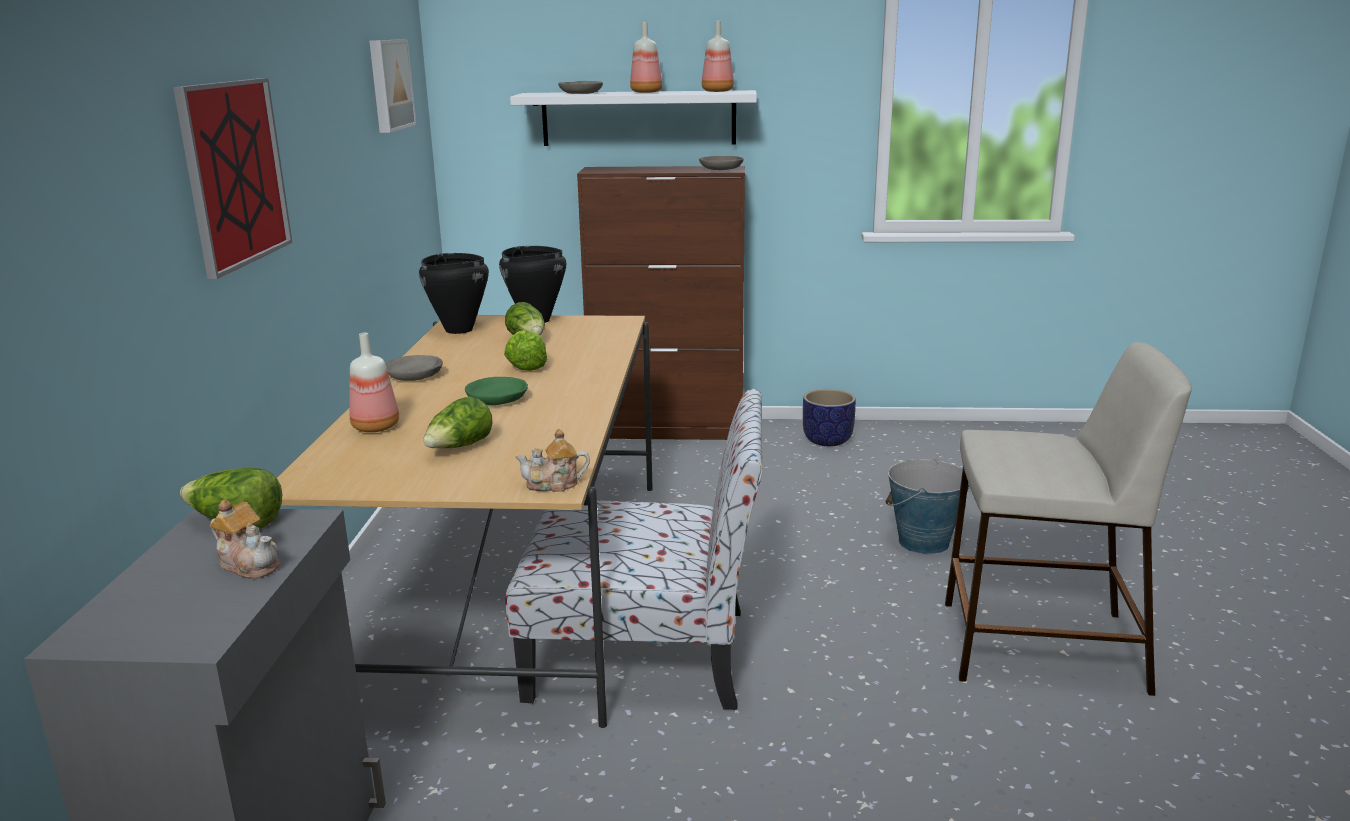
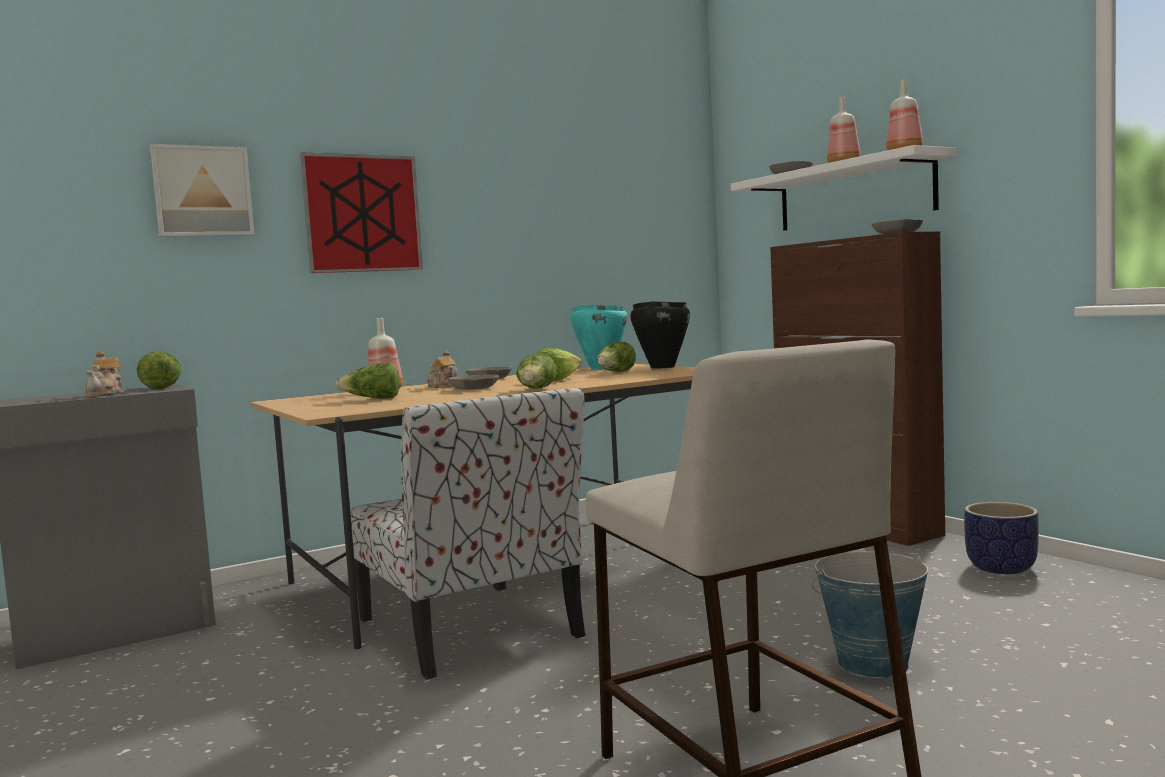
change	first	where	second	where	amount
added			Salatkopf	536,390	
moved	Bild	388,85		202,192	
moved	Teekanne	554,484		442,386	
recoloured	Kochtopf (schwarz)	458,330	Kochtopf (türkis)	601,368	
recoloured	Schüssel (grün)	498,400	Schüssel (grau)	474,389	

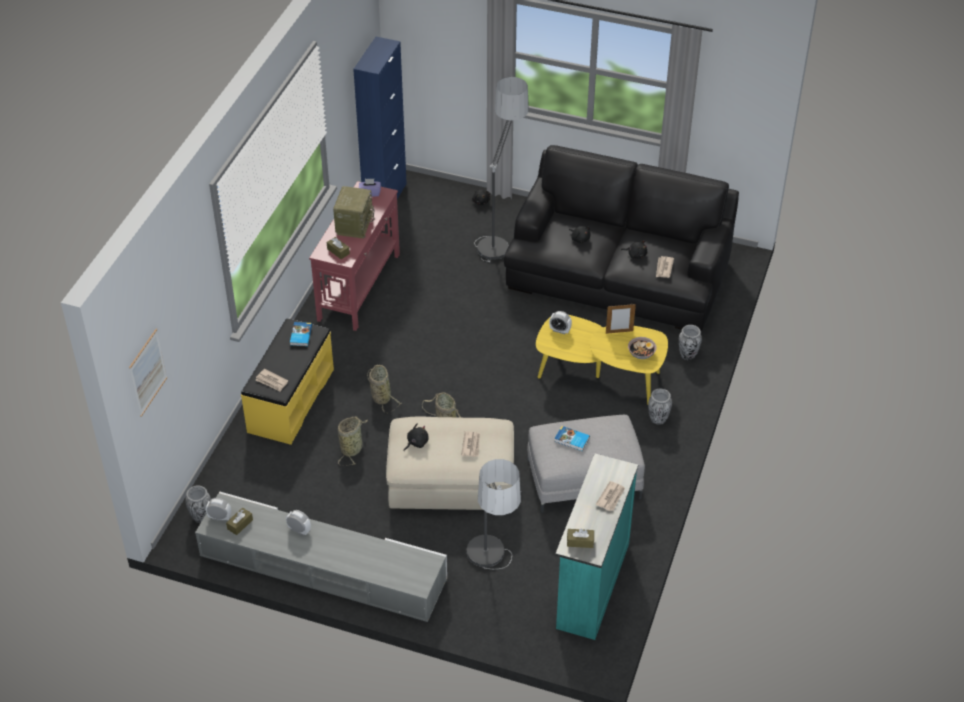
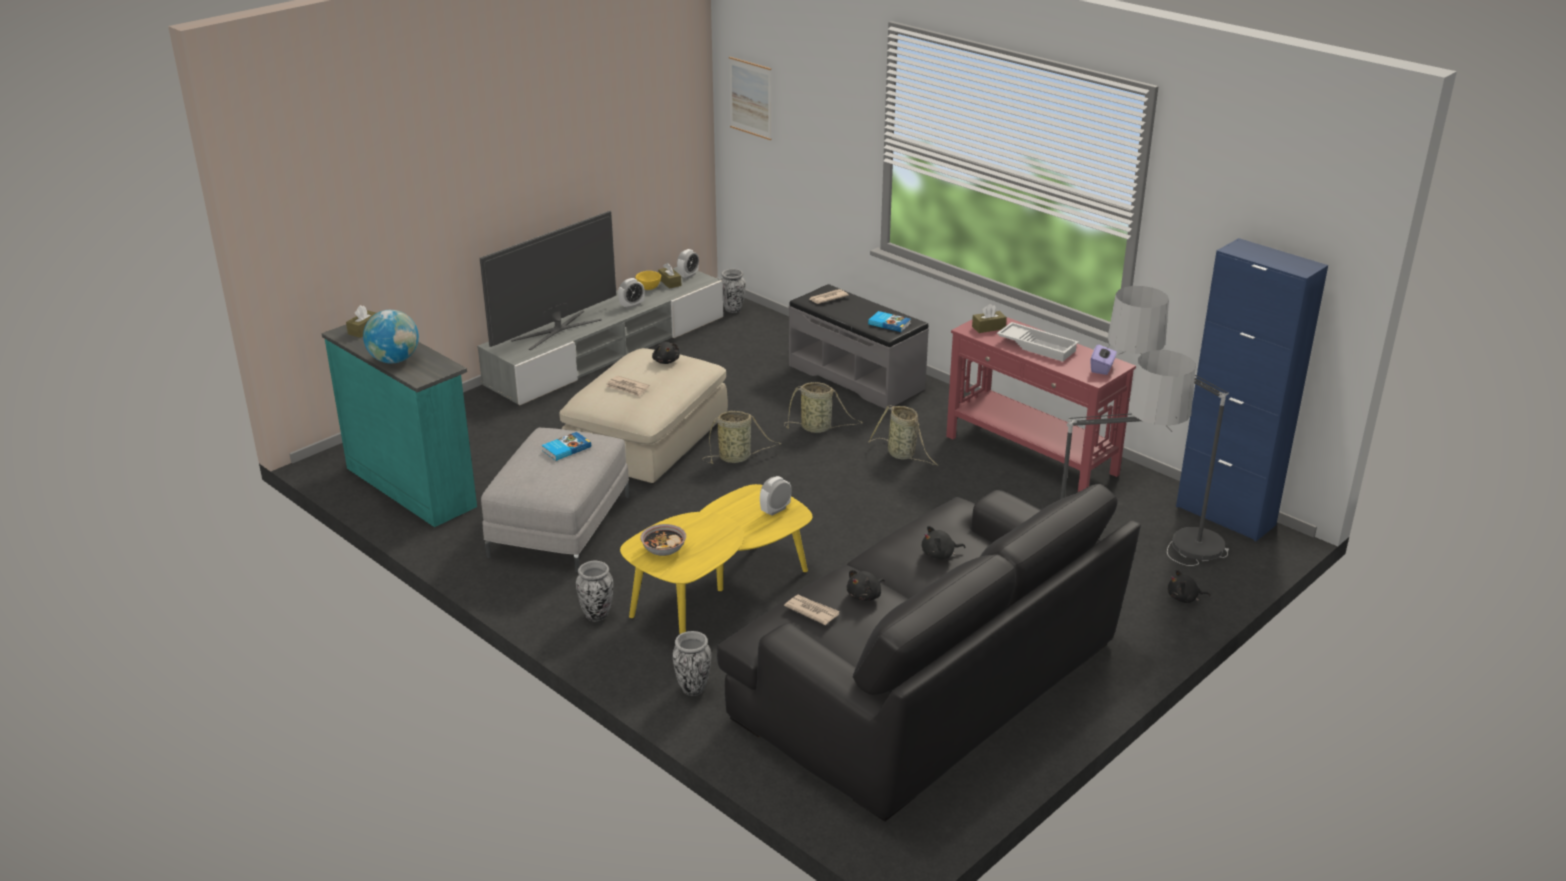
change	first	where	second	where	amount
removed	Bilderrahmen	619,332			
added			Fernseher	556,330	
added			Schüssel (gelb)	649,288	
moved	Korb	352,448		903,455	
moved	Stehlampe	492,577		1155,543	
replaced	Radio	354,224	Tablett (weiß)	1038,346	
replaced	Zeitung	611,497	Globus	394,360	
recoloured	Bank (gelb)	290,400	Bank (grau)	856,377	

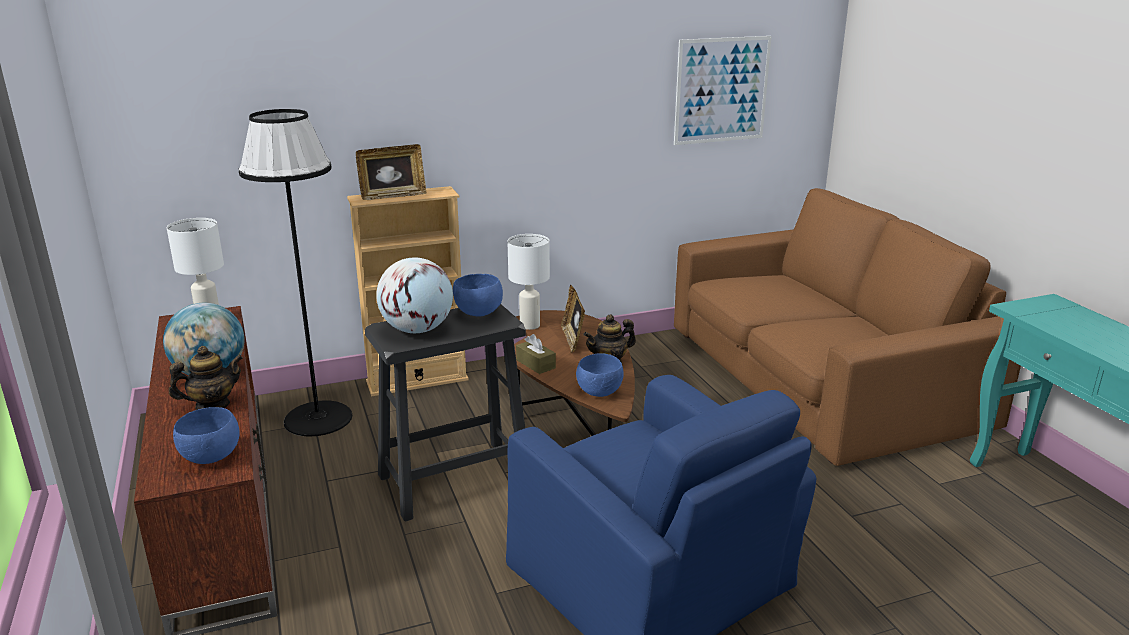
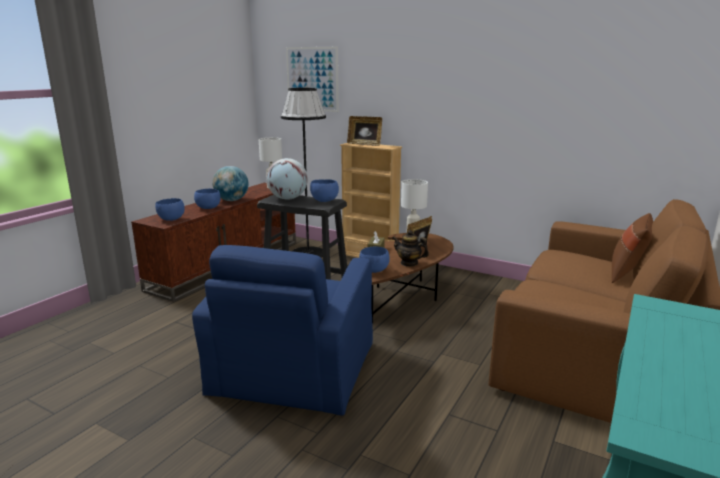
change	first	where	second	where	amount
added			Kissen (braun)	627,274	
moved	Bild	721,90		312,79	
replaced	Teekanne	212,405	Schüssel (blau)	208,208	

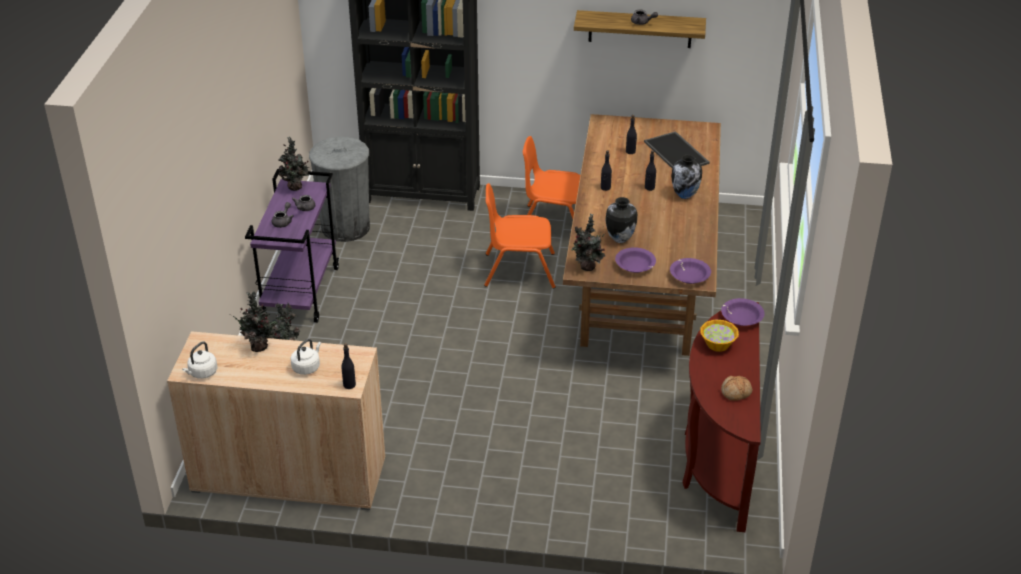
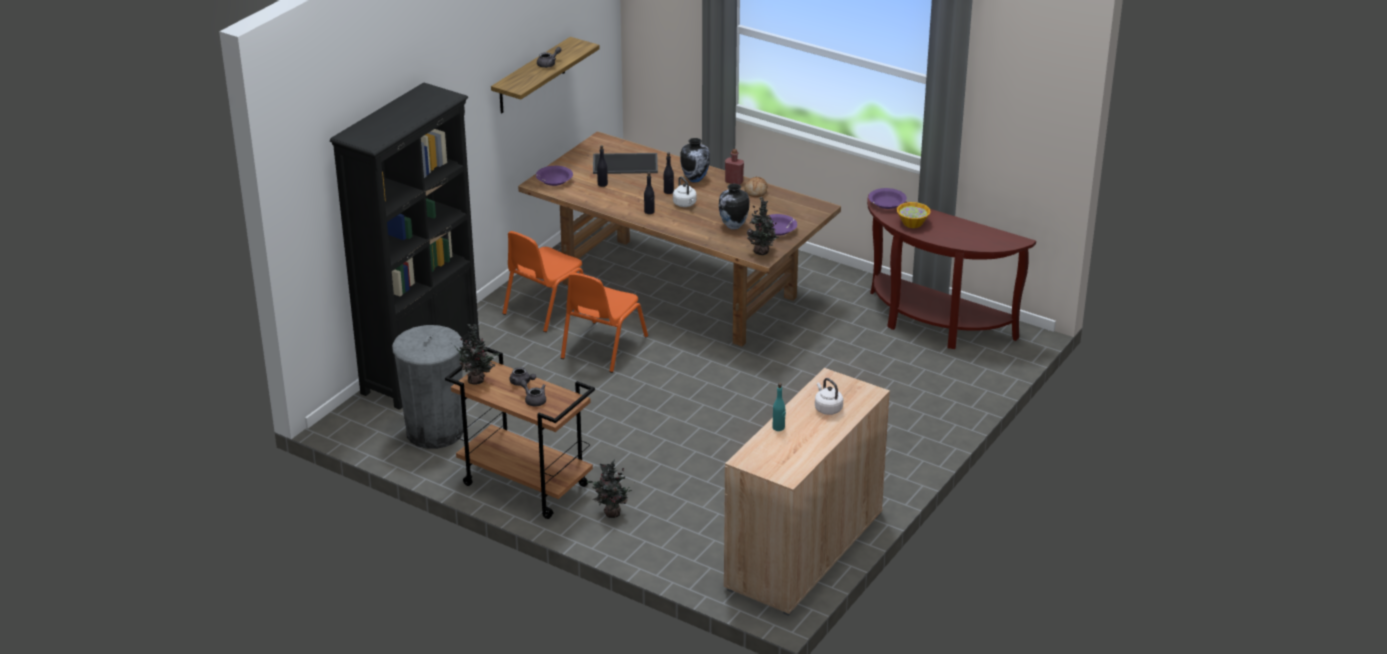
change	first	where	second	where	amount
removed	Flasche (schwarz)	349,385			
added			Flasche (rot)	734,182	
moved	Wasserkessel (weiß)	202,373		685,204	
moved	Schüssel (lila)	689,276		554,180	
moved	Brot	736,393		756,191	
replaced	Topfpflanze	261,346	Flasche (türkis)	778,427	
recoloured	Rollwagen (lila)	300,292	Rollwagen (braun)	524,485	

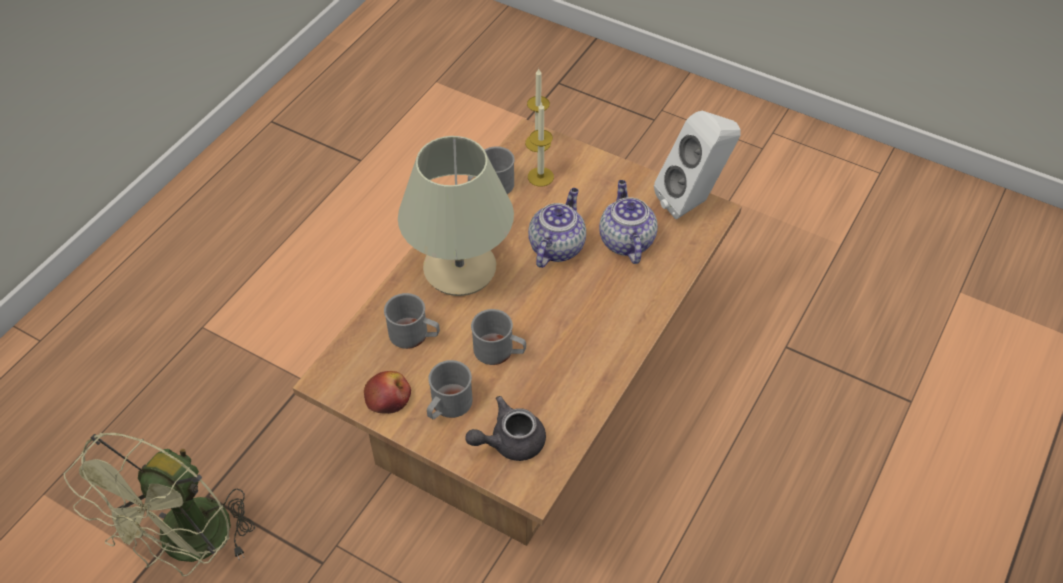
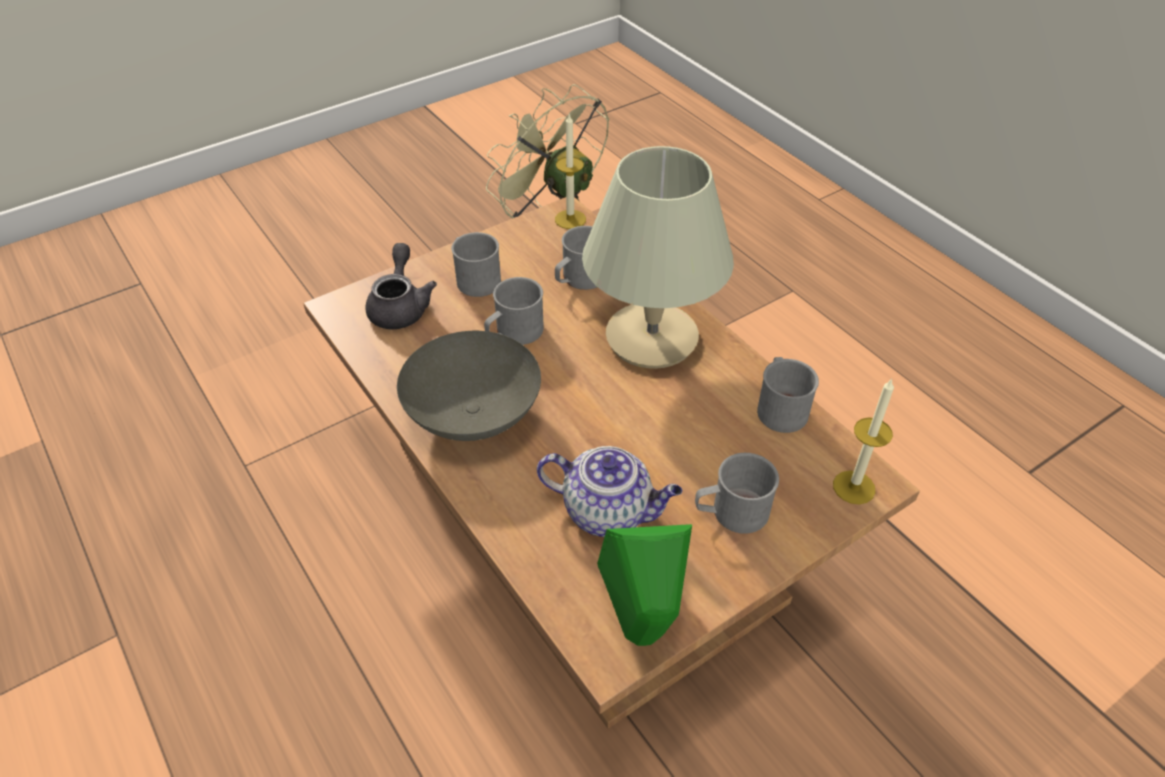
change	first	where	second	where	amount
removed	Apfel	388,397			
removed	Teekanne	556,246			
added			Schüssel (grau)	472,414	
added			Henkelbecher (grau)	731,512	
moved	Kerze	540,176		570,219	
recoloured	Lautsprecher (weiß)	693,202	Lautsprecher (grün)	641,634	

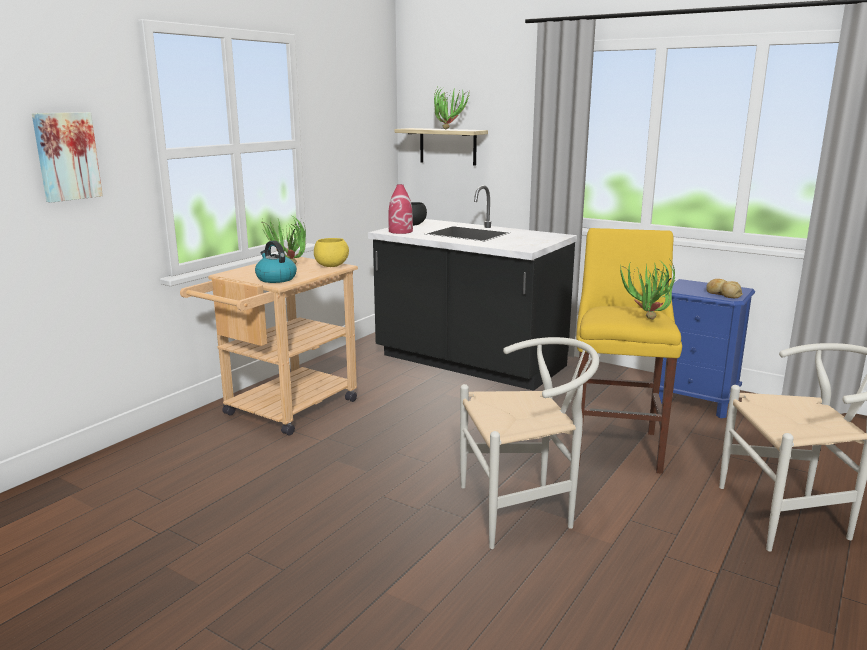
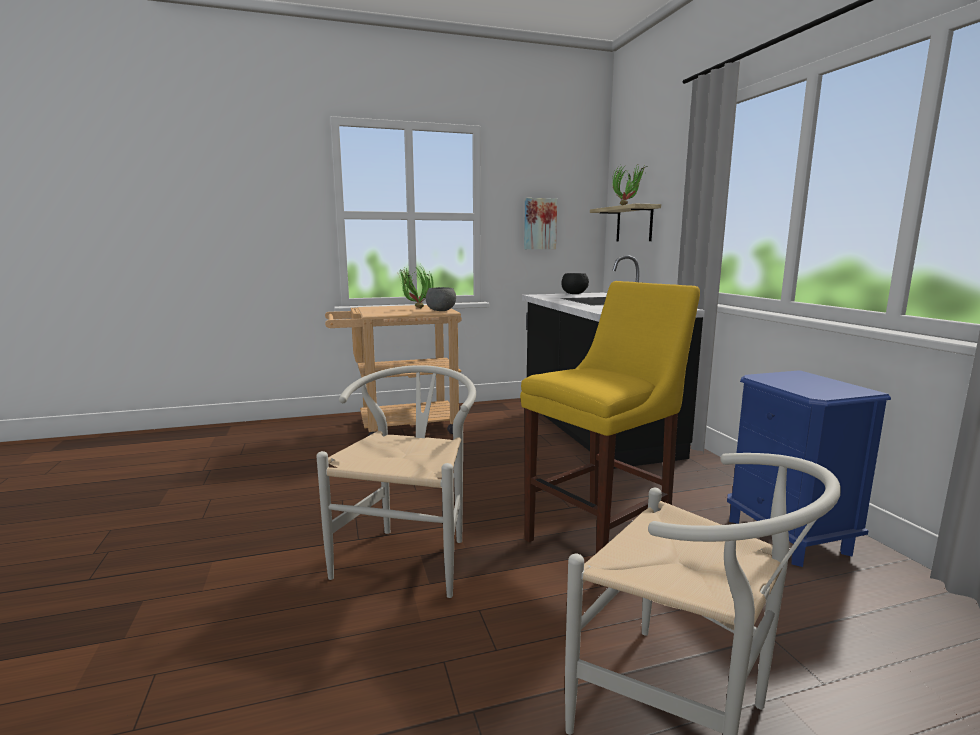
change	first	where	second	where	amount
removed	Wasserkessel	275,279			
removed	Vase (rot)	401,231			
removed	Topfpflanze	647,321			
removed	Brot	723,294			
moved	Bild	66,156		539,224	
recoloured	Schüssel (gelb)	332,266	Schüssel (grau)	441,311	
turned	Stuhl (weiß)	524,509		410,555	105 degrees counterclockwise

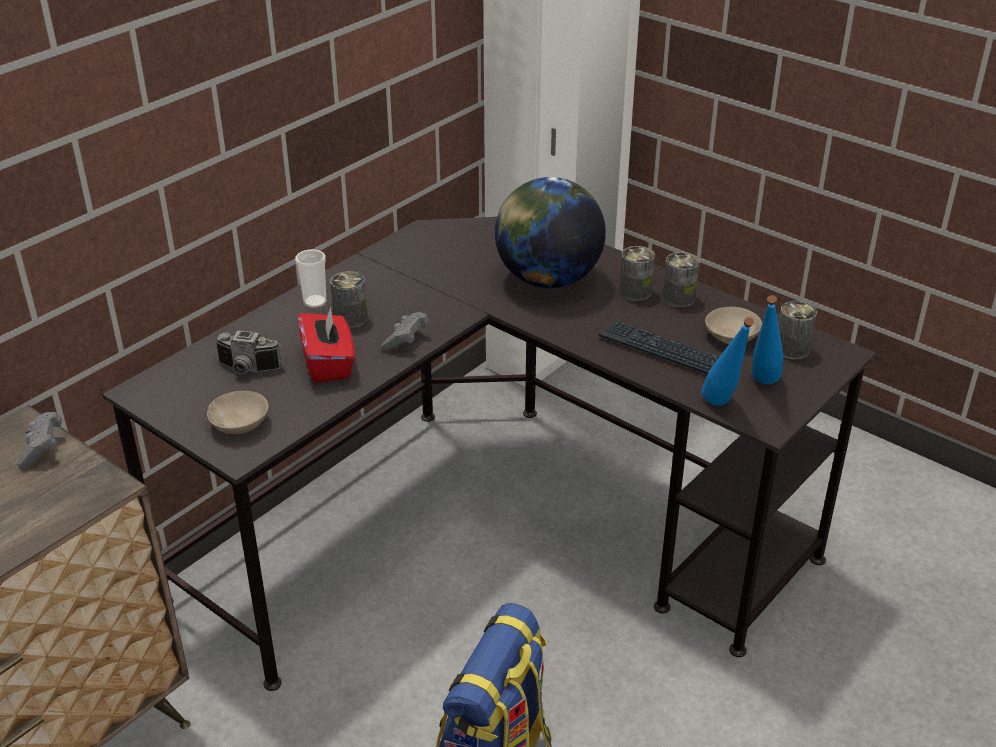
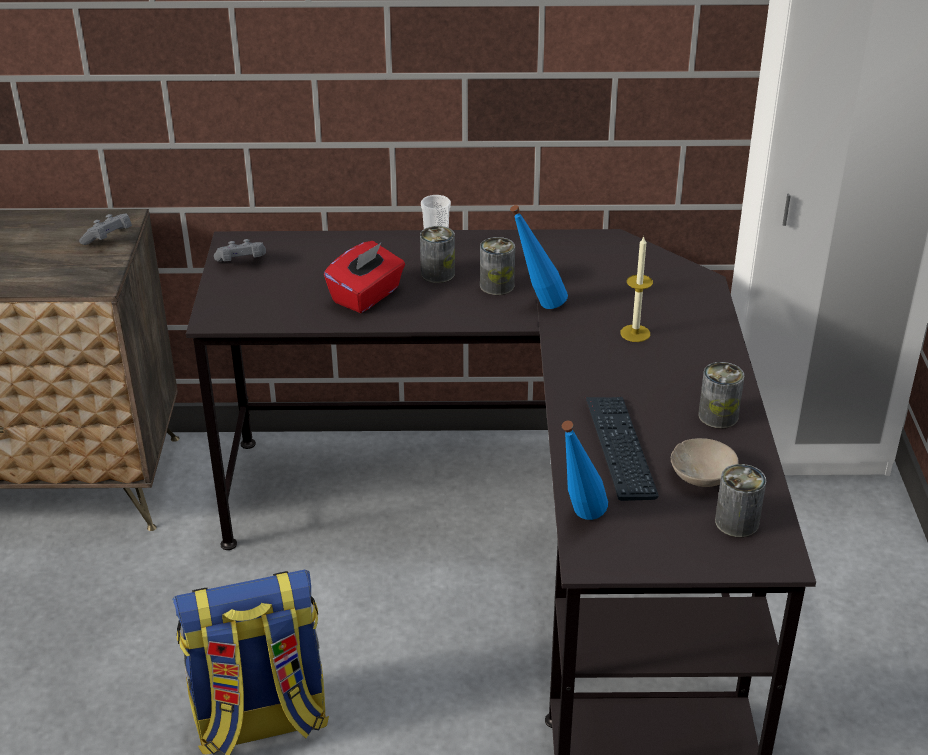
change	first	where	second	where	amount
removed	Schüssel (beige)	241,424			
removed	Kamera	247,370			
moved	Gamepad (grau)	406,341		241,262	
moved	Dose	635,292		497,285	
moved	Flasche (blau)	762,386		537,306	
replaced	Globus	547,279	Kerze	635,333	

